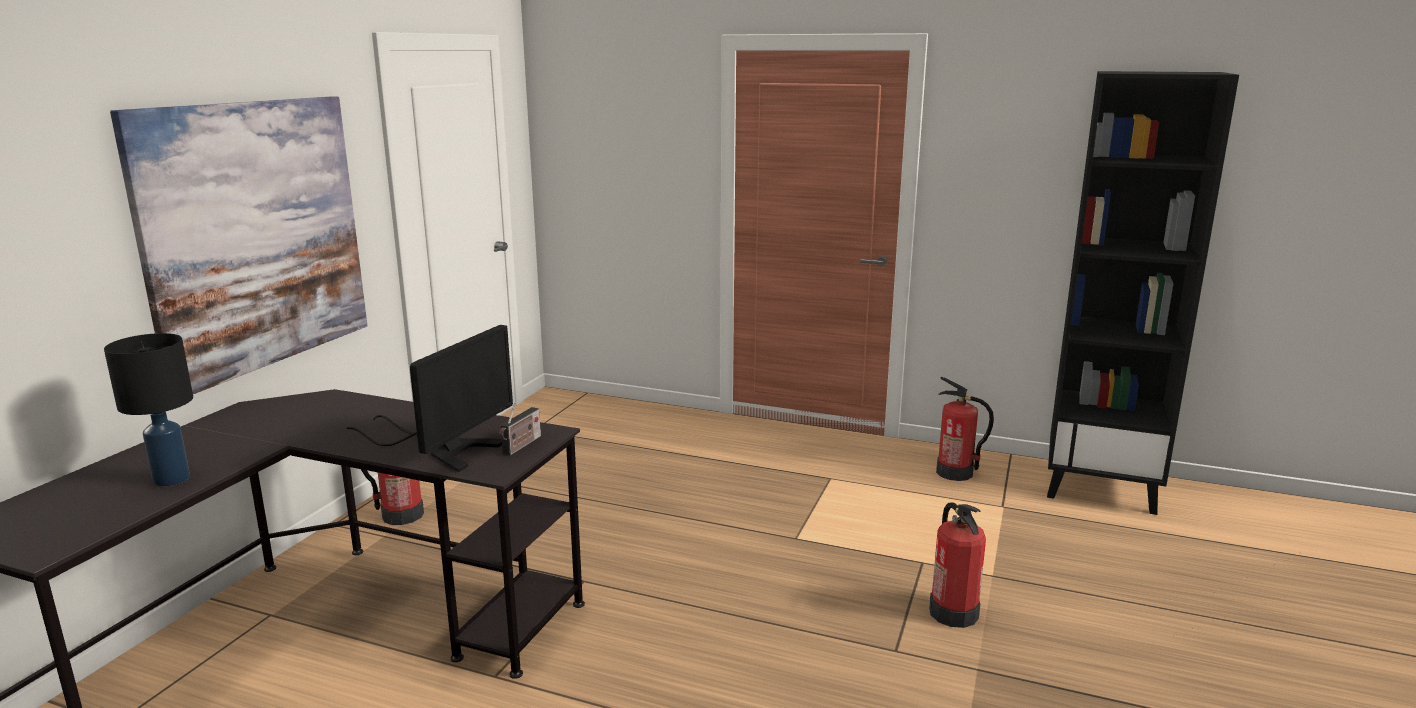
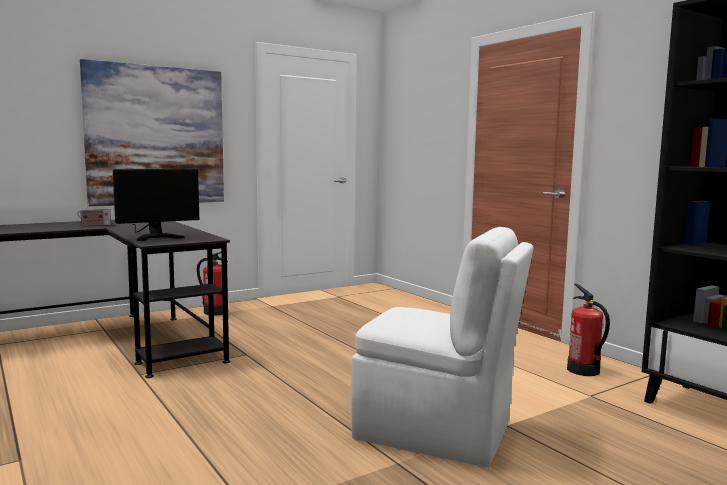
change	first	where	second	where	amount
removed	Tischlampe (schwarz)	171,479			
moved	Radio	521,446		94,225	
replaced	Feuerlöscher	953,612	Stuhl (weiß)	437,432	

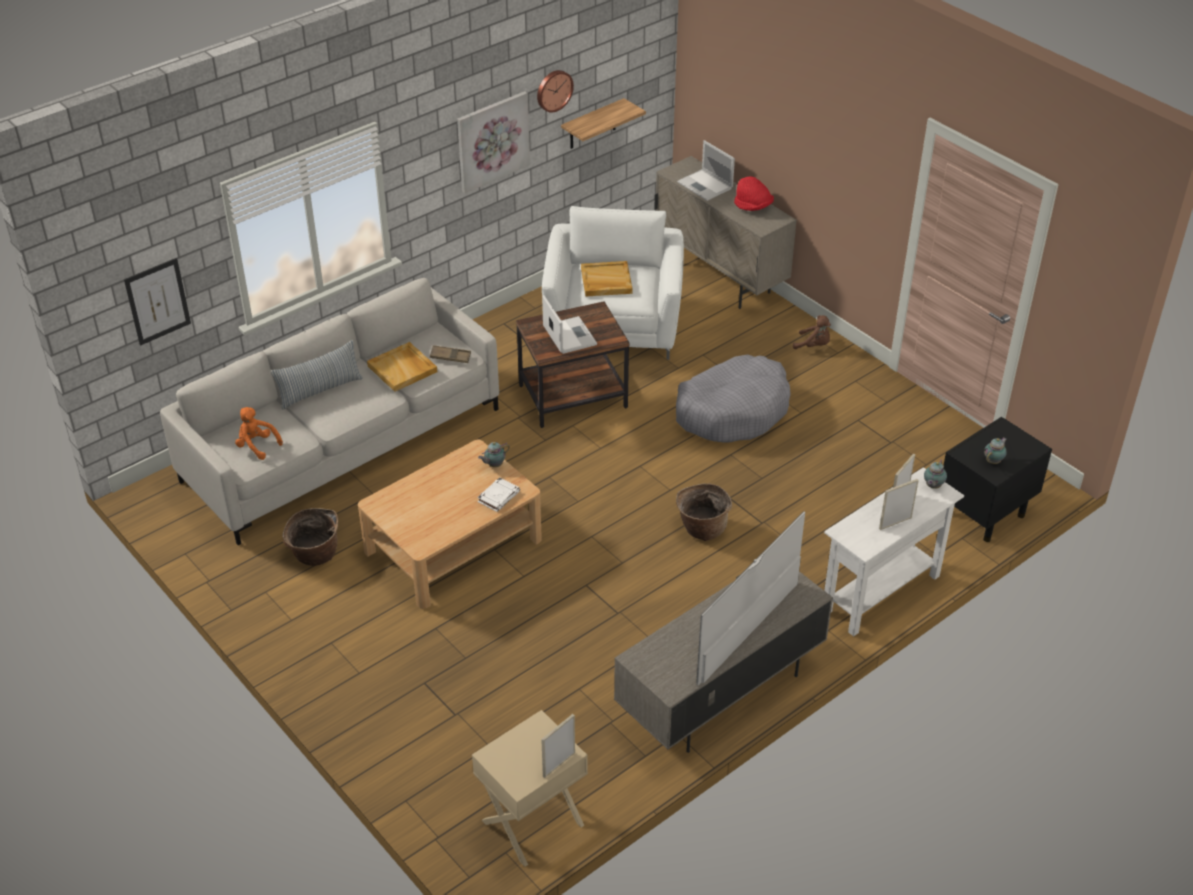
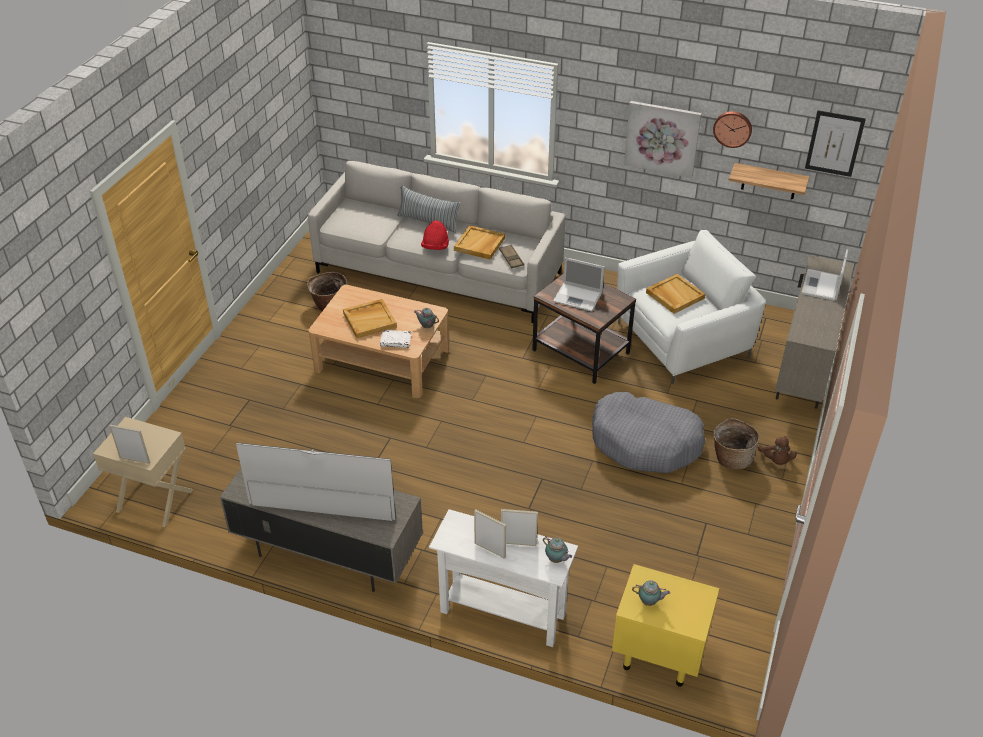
change	first	where	second	where	amount
removed	Plüschtier (orange)	257,446			
added			Tablett (beige)	370,320	
moved	Bild	157,301		834,143	
moved	Korb	701,528		731,458	
moved	Hut (rot)	753,207		435,247	
recoloured	Nachttisch (schwarz)	984,515	Nachttisch (gelb)	657,654	
turned	Laptop	569,335		578,297	75 degrees clockwise
turned	Teekanne	932,486		556,560	135 degrees counterclockwise

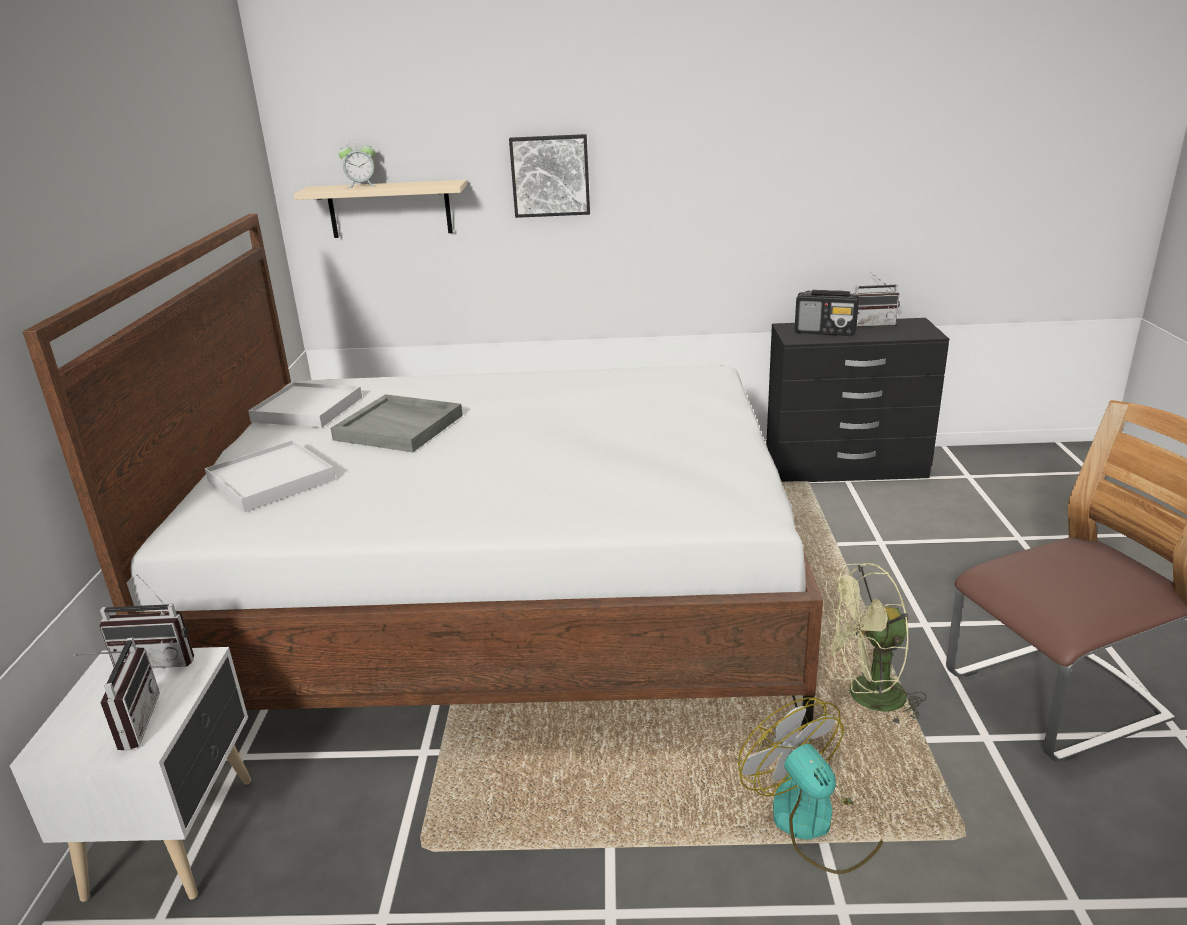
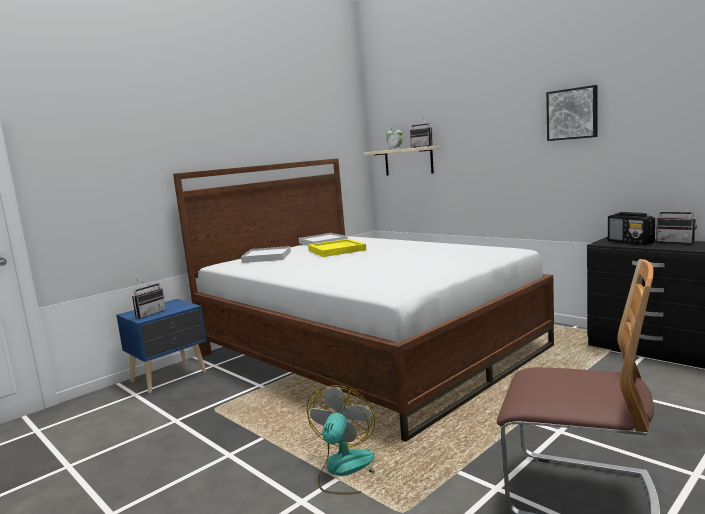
change	first	where	second	where	amount
removed	Ventilator (grün)	866,698			
moved	Radio	160,658		423,146	
moved	Bild	550,175		572,114	
recoloured	Nachttisch (weiß)	177,834	Nachttisch (blau)	170,377	
recoloured	Tablett (grau)	400,427	Tablett (gelb)	337,250	

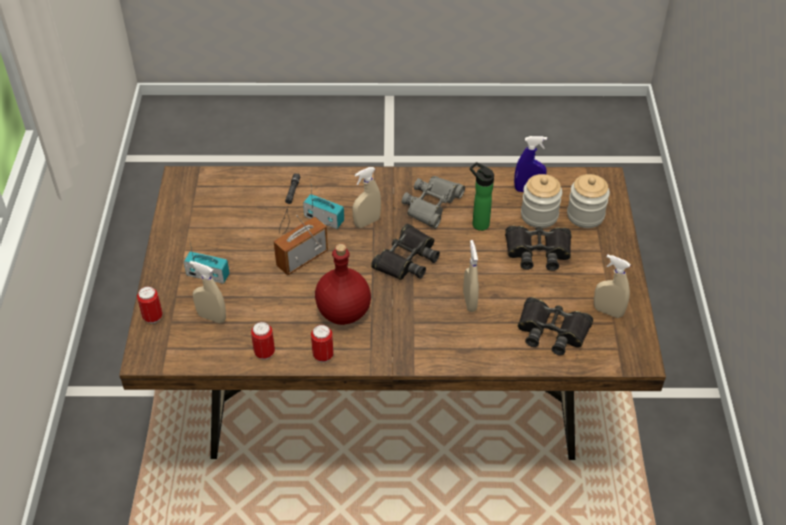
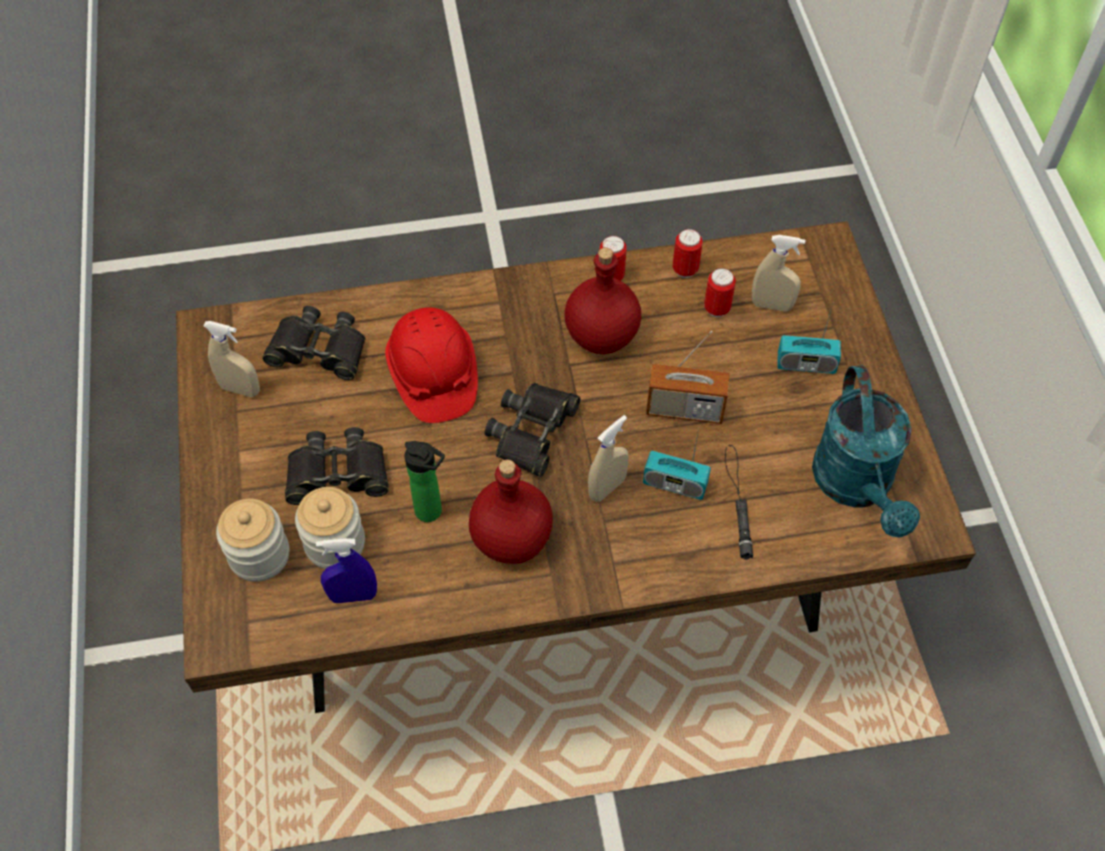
change	first	where	second	where	amount
added			Gießkanne (türkis)	857,486	
moved	Dose	153,317		717,308	
replaced	Fernglas (grau)	432,205	Flasche (rot)	510,538	
replaced	Sprühflasche (beige)	469,302	Schutzhelm (rot)	433,376	
turned	Radio	302,258		684,409	60 degrees clockwise

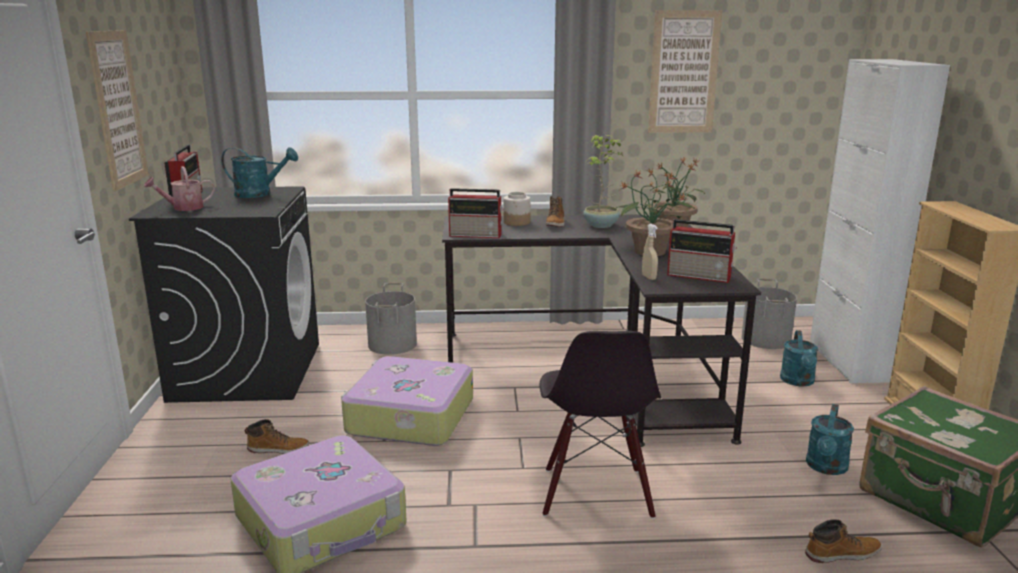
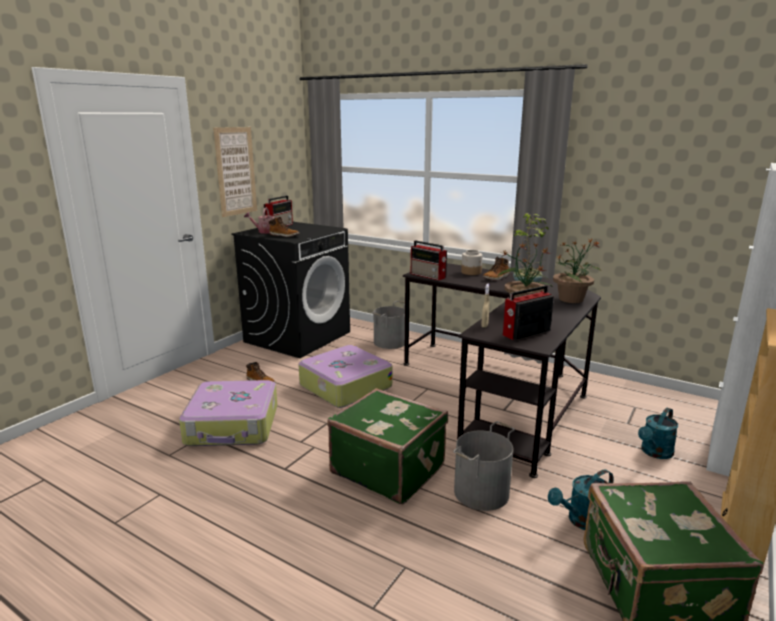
change	first	where	second	where	amount
removed	Gießkanne (türkis)	260,194			
removed	Bild	684,72			
moved	Eimer (grau)	766,339		482,492	
moved	Stiefel	841,554		284,235	
replaced	Stuhl (schwarz)	595,493	Koffer (grün)	388,468	
turned	Radio	700,276		525,333	90 degrees clockwise

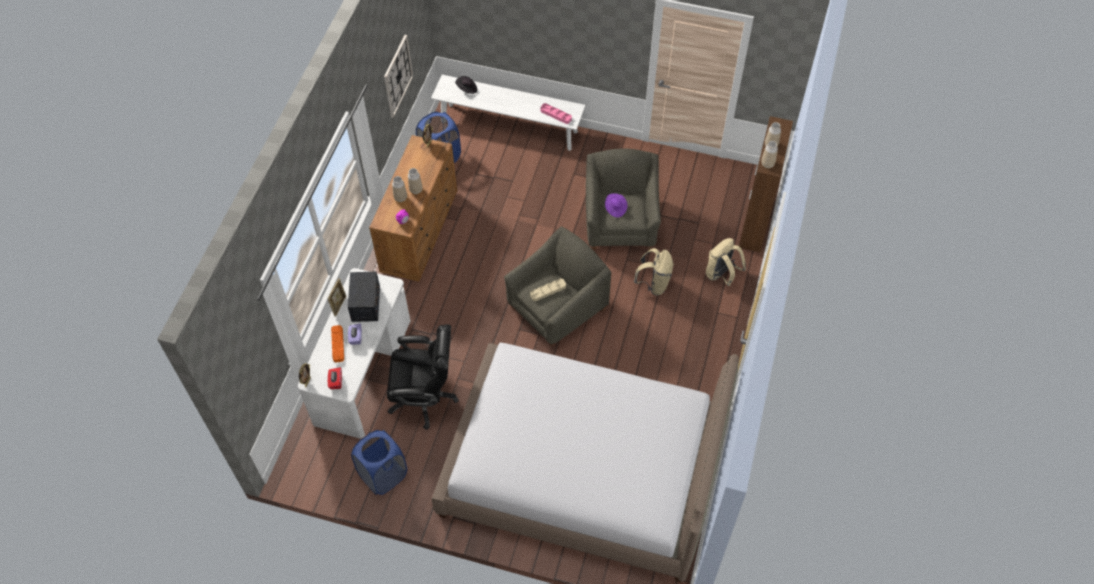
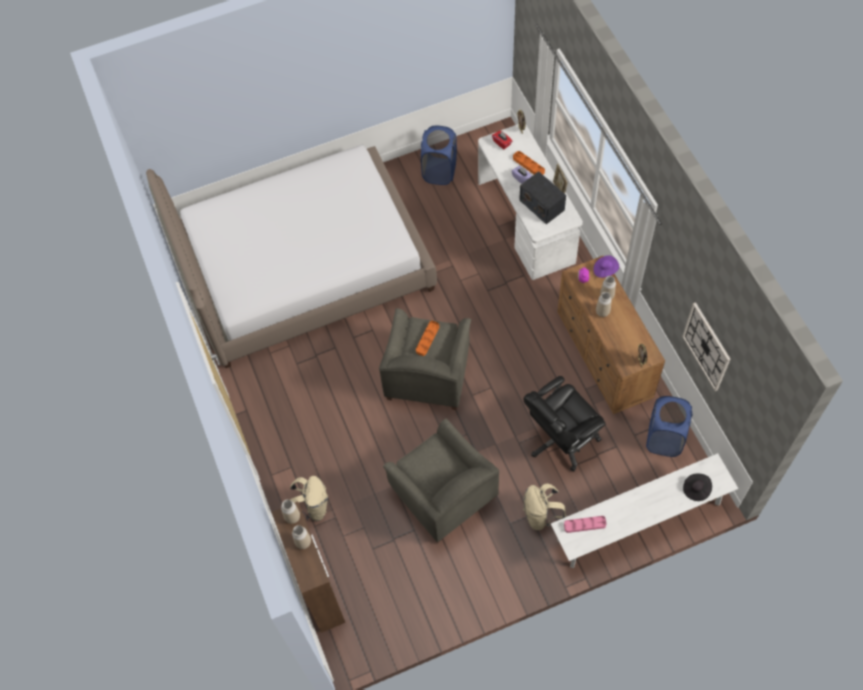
change	first	where	second	where	amount
moved	Bürostuhl (schwarz)	424,397		561,439	
moved	Hut (lila)	615,209		605,270	
moved	Rucksack (beige)	654,284		540,515	
recoloured	Tablett (beige)	548,291	Tablett (orange)	427,339	

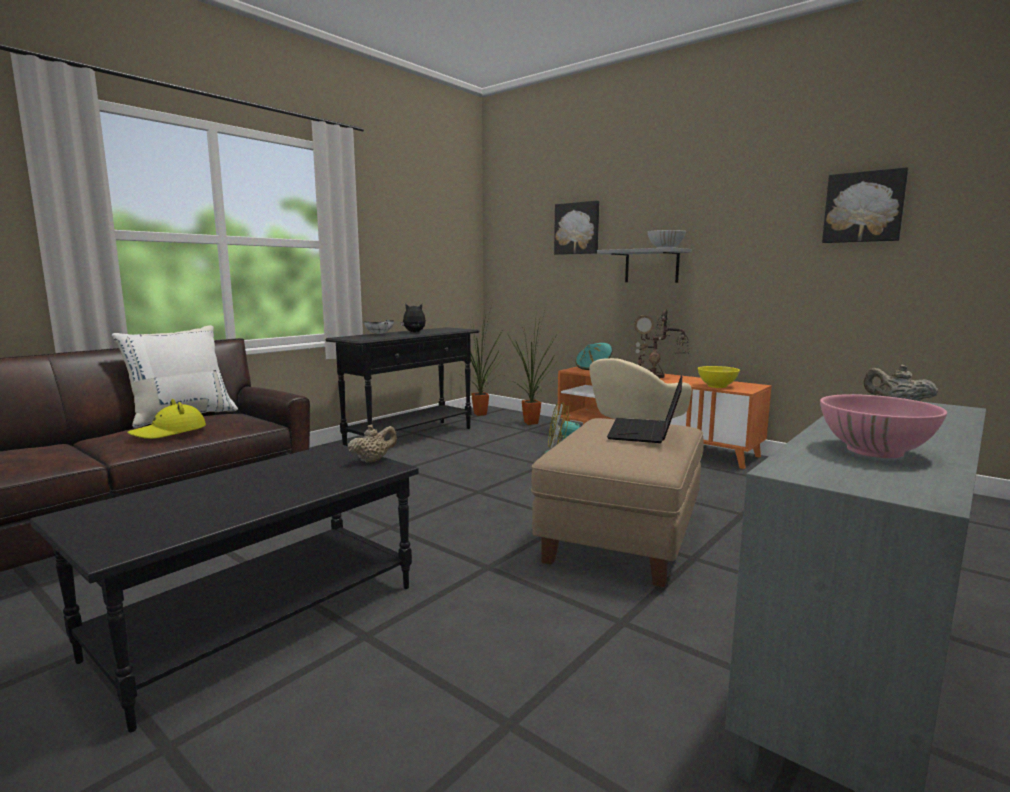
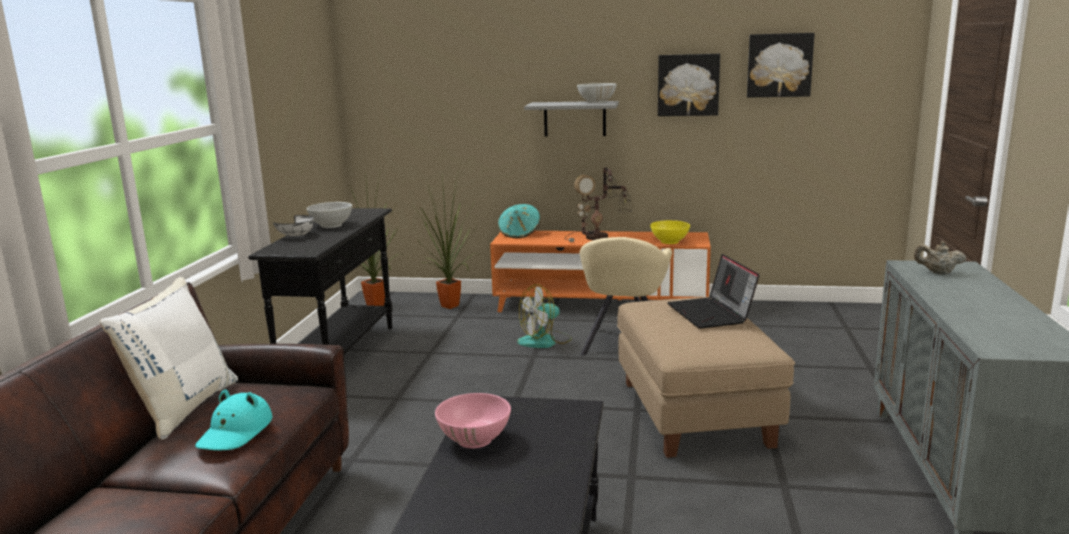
change	first	where	second	where	amount
removed	Teekanne (beige)	373,460			
moved	Bild	577,228		688,85	
moved	Schüssel (rosa)	875,451		474,439	
replaced	Plüschtier	414,332	Schüssel (weiß)	331,225	
recoloured	Hut (gelb)	169,432	Hut (türkis)	235,432	

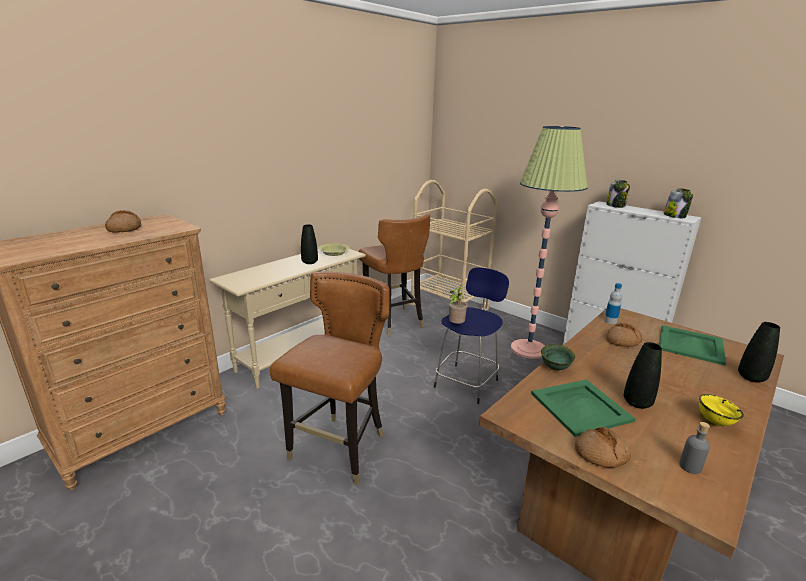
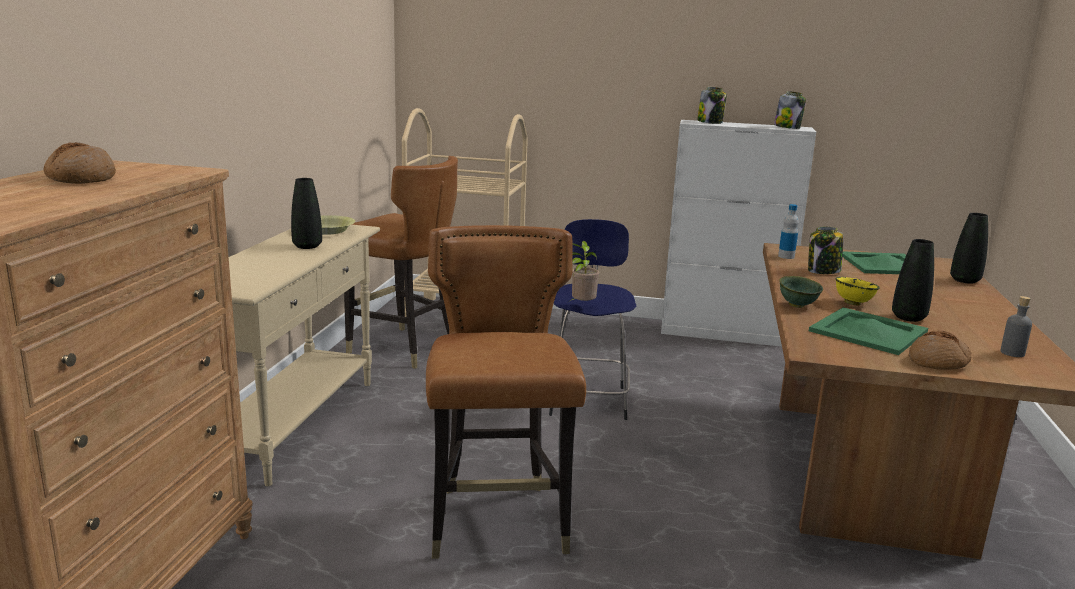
change	first	where	second	where	amount
removed	Stehlampe	528,349			
moved	Schüssel (gelb)	713,422		852,303	
replaced	Brot	623,341	Vorratsglas	823,271	

